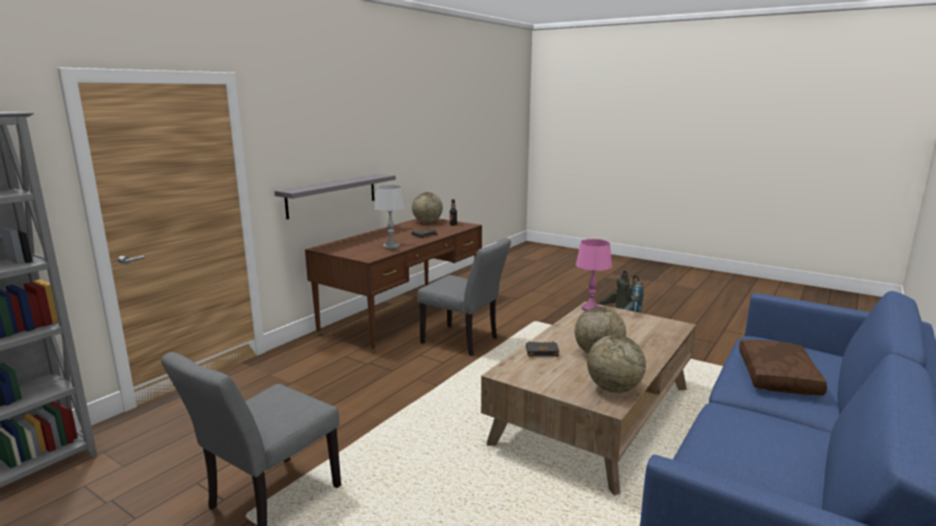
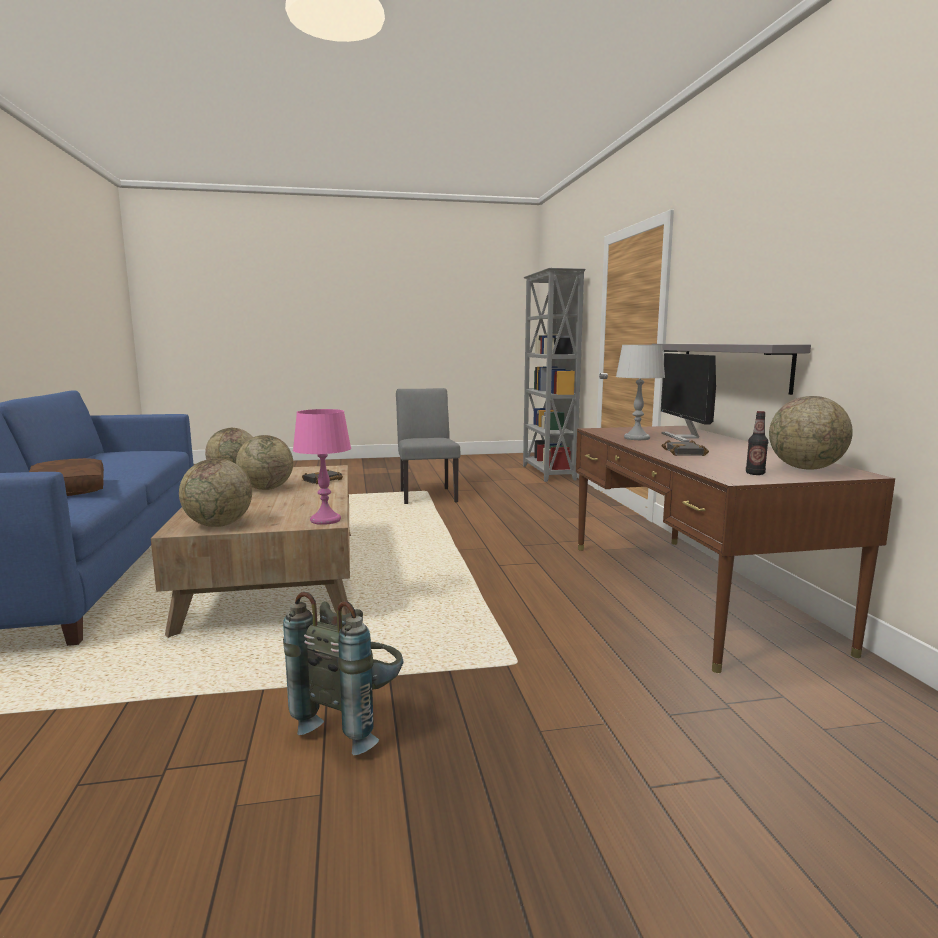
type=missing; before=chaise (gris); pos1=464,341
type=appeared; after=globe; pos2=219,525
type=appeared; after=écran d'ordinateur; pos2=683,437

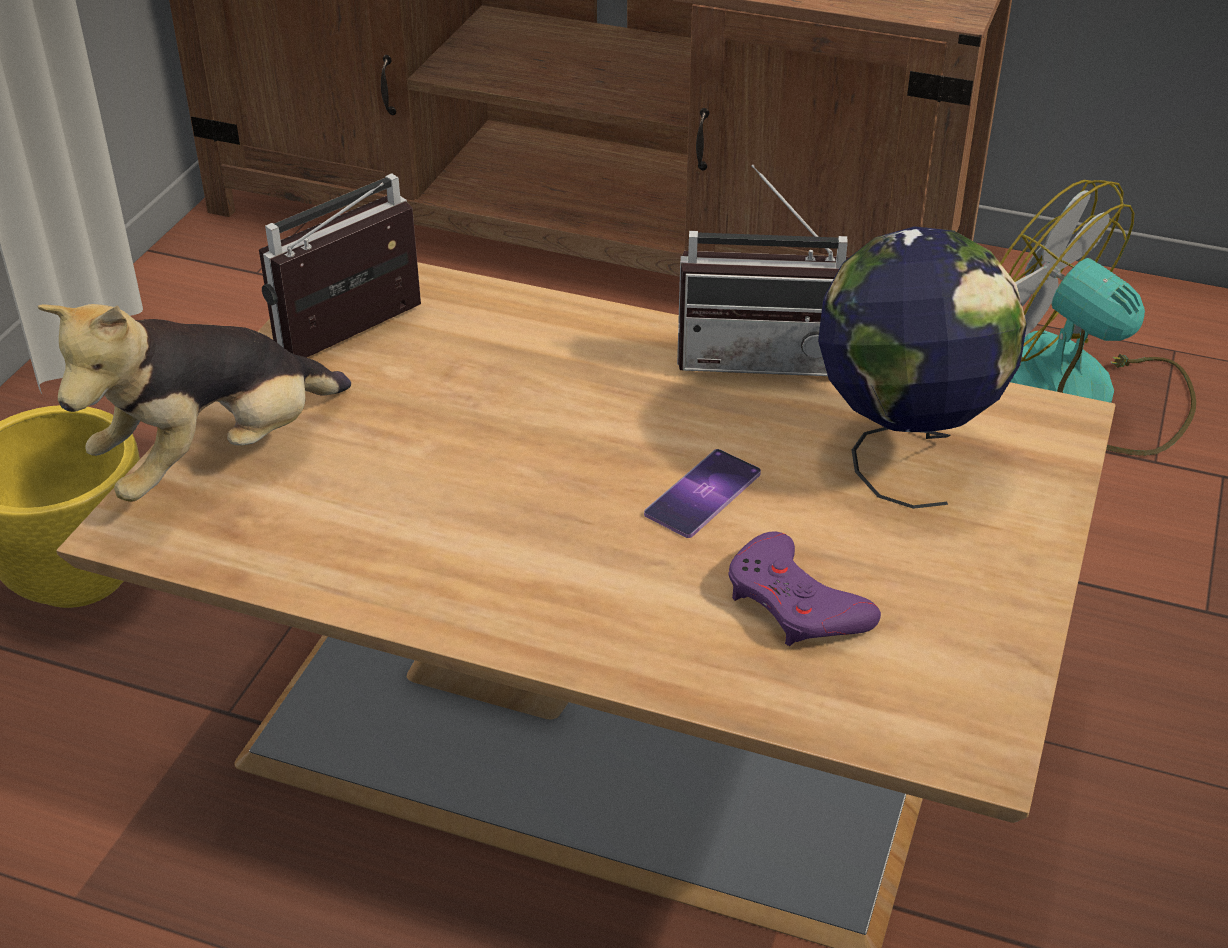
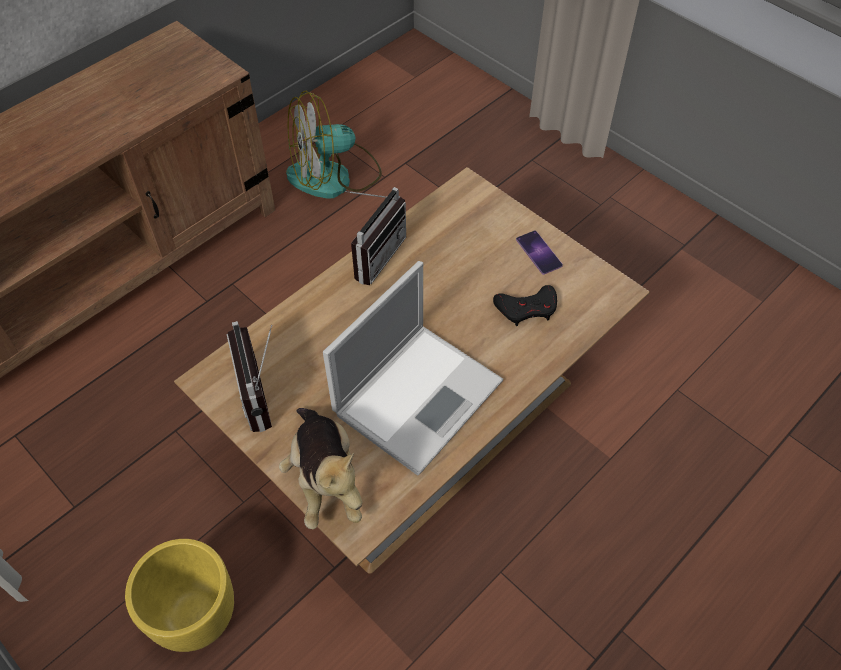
type=relocated; before=téléphone; pos1=703,494; pos2=539,252
type=colour; before=manette (violet); after=manette (noir); pos1=795,603; pos2=527,308
type=missing; before=globe; pos1=902,454
type=appeared; after=ordinateur portable; pos2=419,394

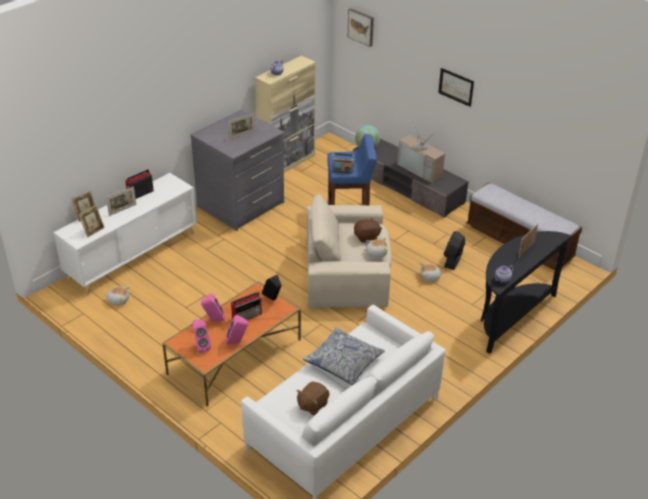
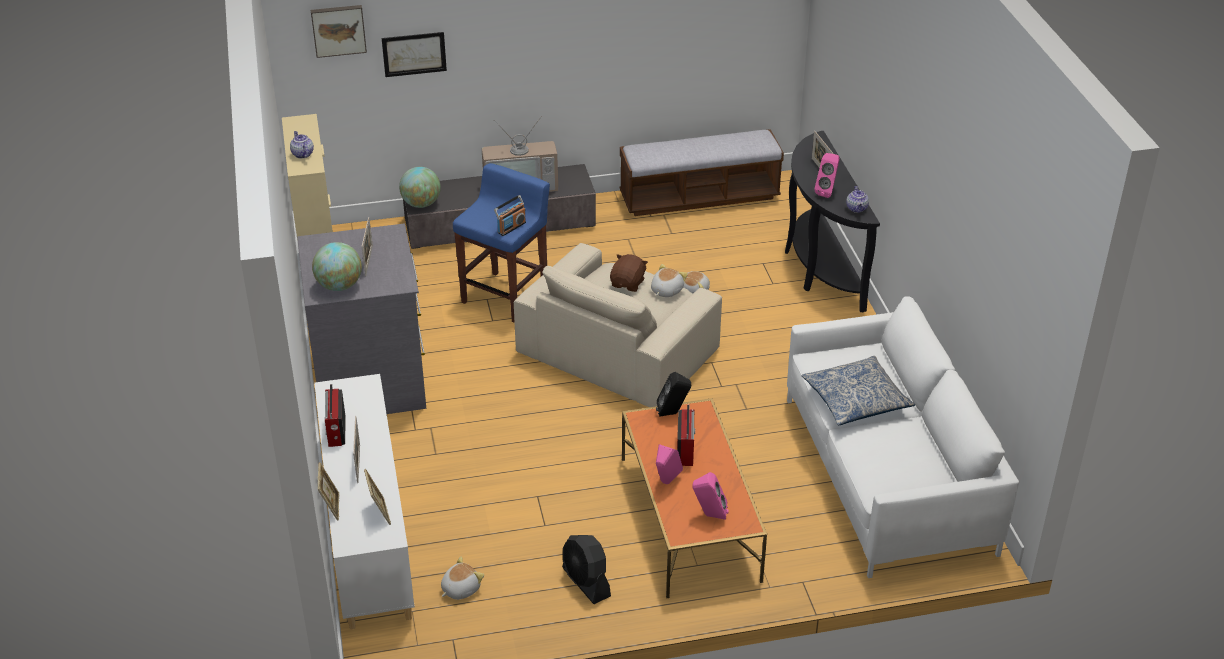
type=relocated; before=enceinte (rose); pos1=237,342; pos2=827,192
type=missing; before=peluche (marron); pos1=312,405
type=relocated; before=tableau; pos1=456,87; pos2=414,54
type=relocated; before=ventilateur (noir); pos1=453,259; pos2=586,582
type=appeared; after=globe; pos2=339,286

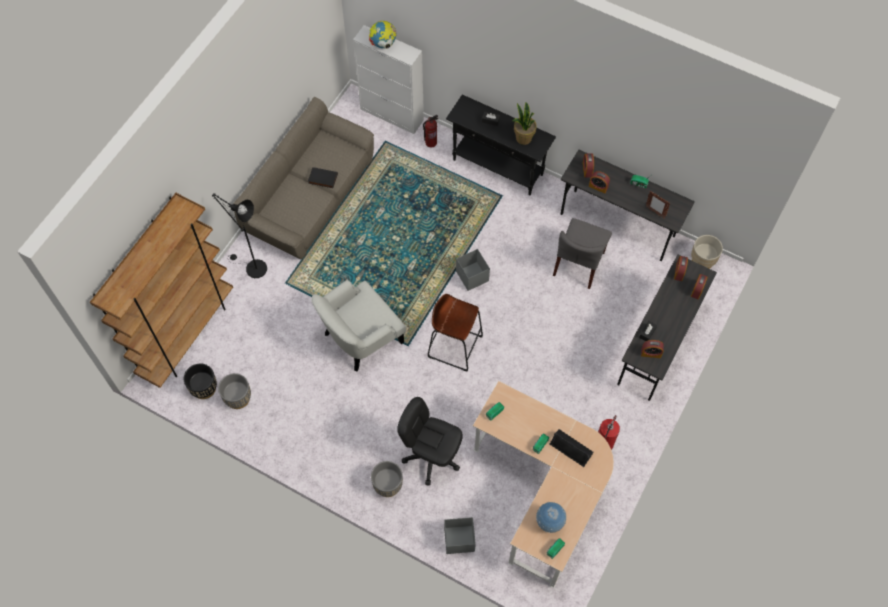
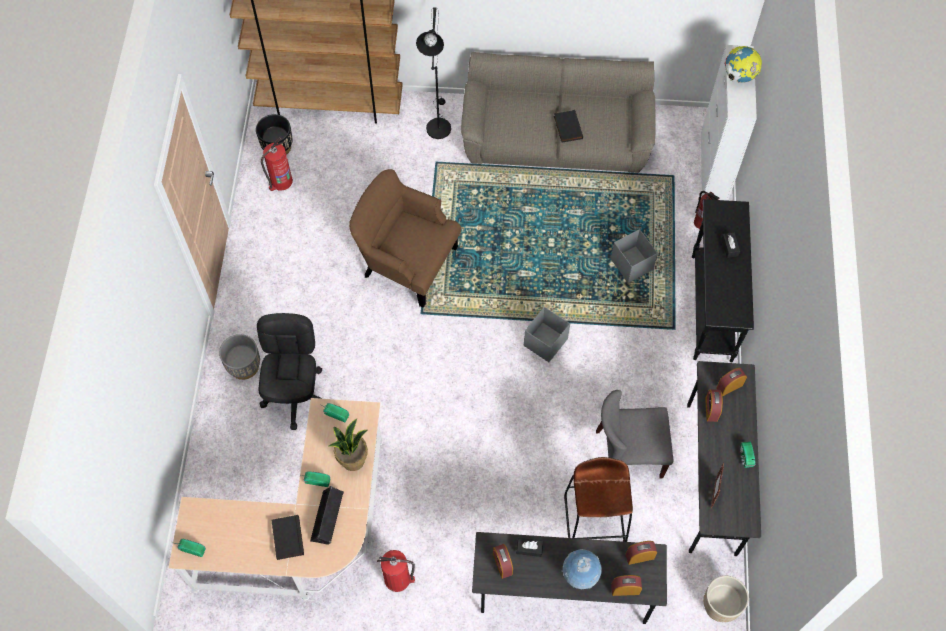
type=exchanged; before=cache-pot (gris); after=extincteur; pos1=238,398; pos2=280,181
type=colour; before=fauteuil (blanc); after=fauteuil (marron); pos1=360,338; pos2=407,263
type=relocated; before=tabouret (marron); pos1=455,346; pos2=595,520
type=relocated; before=boîte de rangement (gris); pos1=458,539; pos2=631,264
type=relocated; before=plante en pot; pos1=523,138; pos2=353,459
type=relocated; before=globe; pos1=549,522; pos2=580,575
type=appeared; after=livre (noir); pos2=287,538

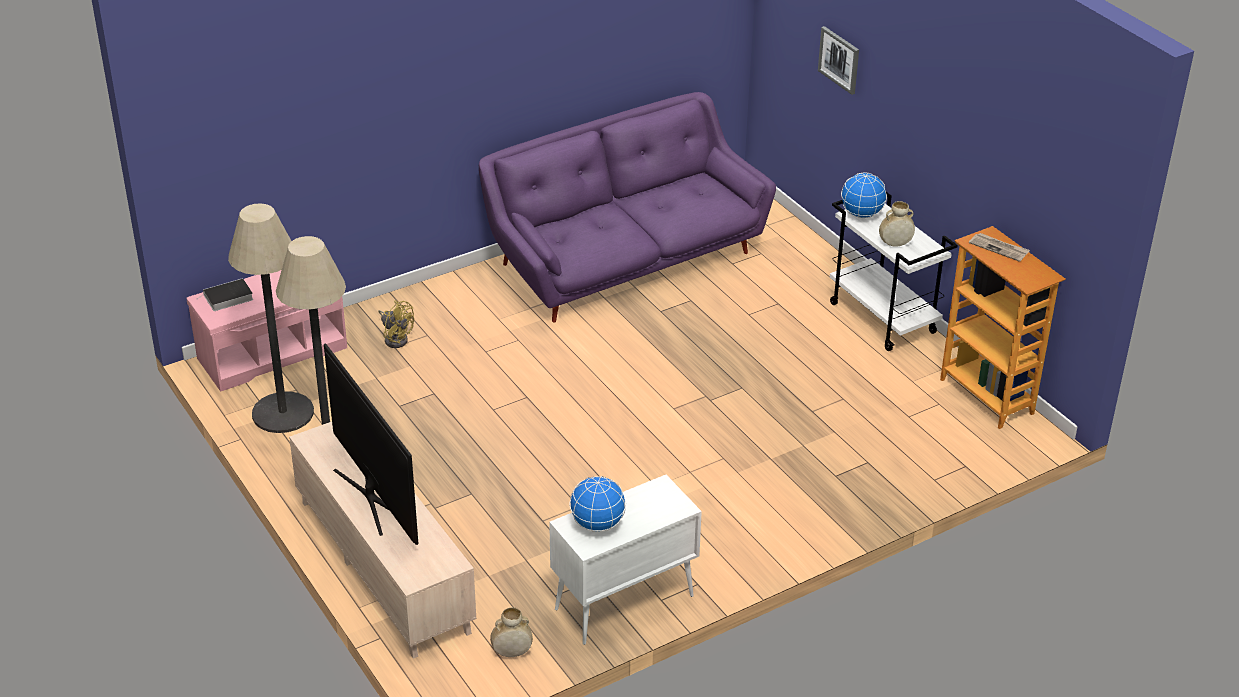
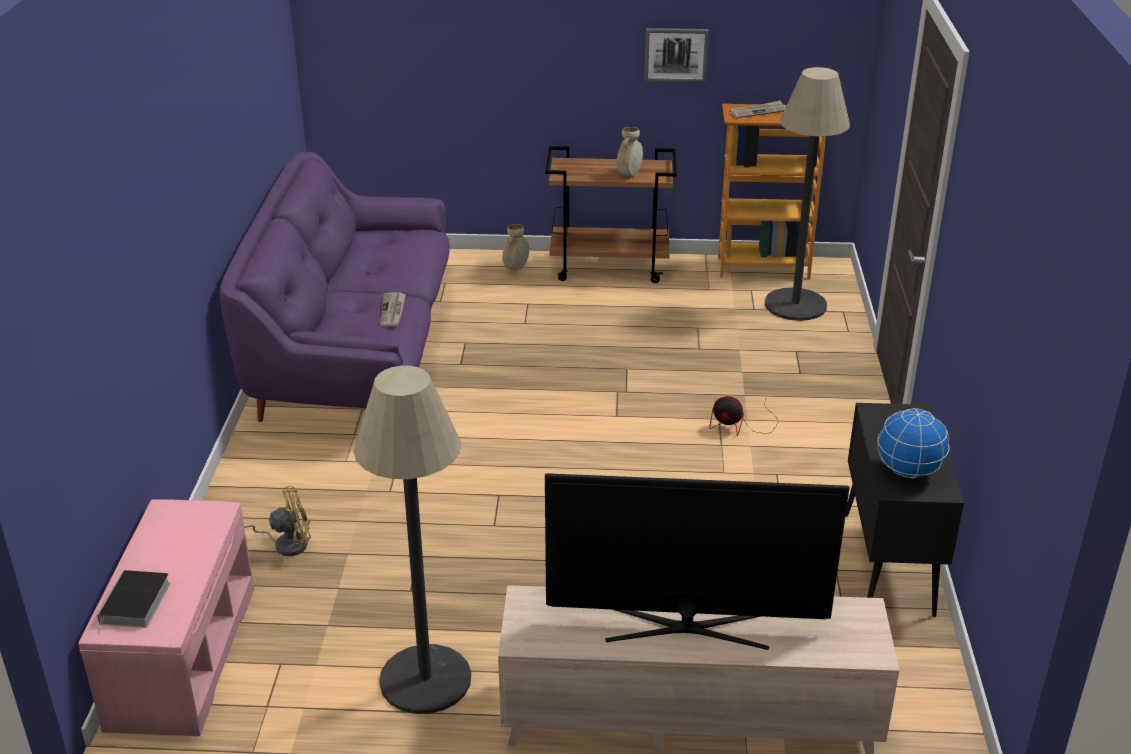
type=relocated; before=lampadaire; pos1=283,413; pos2=795,305
type=relocated; before=vase (beige); pos1=512,653; pos2=516,268
type=colour; before=meuble de rangement (blanc); after=meuble de rangement (noir); pos1=623,603; pos2=888,564
type=relocated; before=tableau; pos1=839,59; pos2=676,54
type=colour; before=chariot (blanc); after=chariot (marron); pos1=883,318; pos2=610,267
type=missing; before=globe; pos1=862,214
type=appeared; after=journal; pos2=393,311
type=appeared; after=ventilateur; pos2=741,425

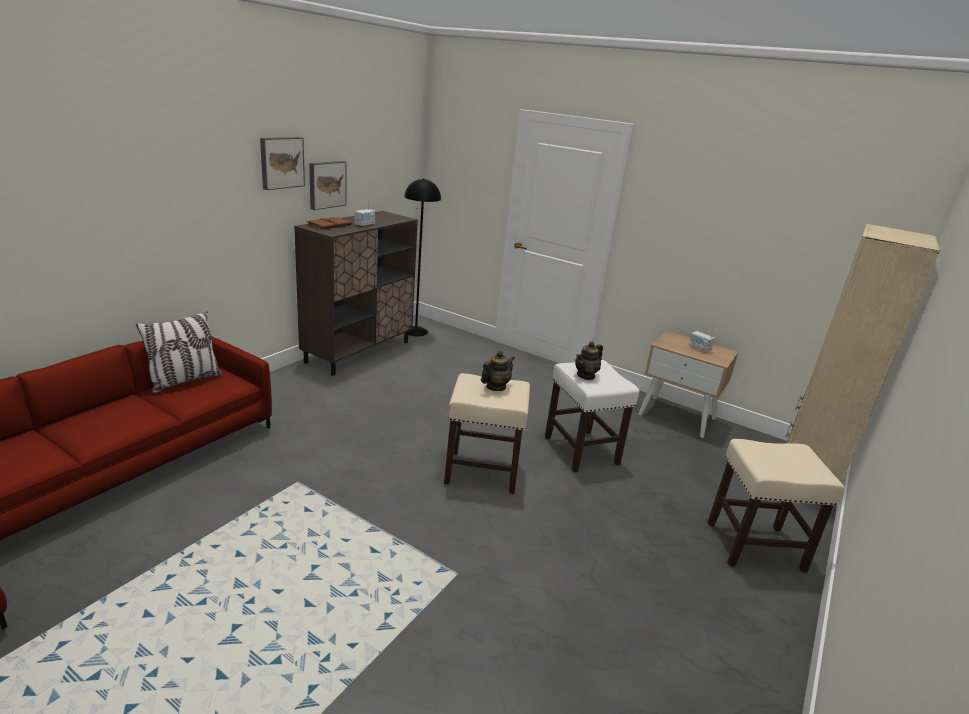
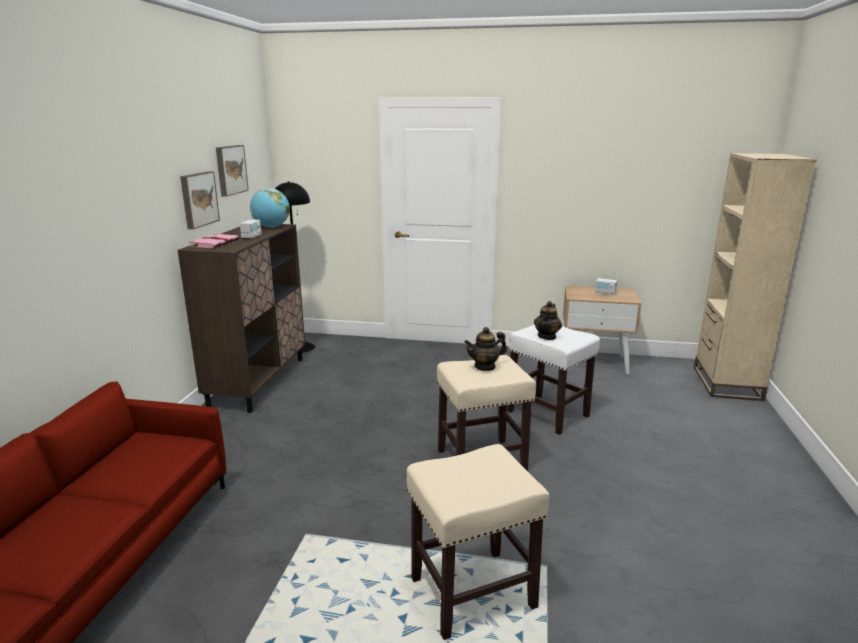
type=missing; before=coussin; pos1=185,381
type=relocated; before=tableau; pos1=281,162; pos2=230,170
type=colour; before=livre (marron); after=livre (rose); pos1=329,225; pos2=215,243
type=spun; before=théière; pos1=495,387; pos2=485,366; turn=-135
type=relocated; before=tabouret (beige); pos1=753,546; pos2=471,592
type=appeared; after=globe; pos2=271,227

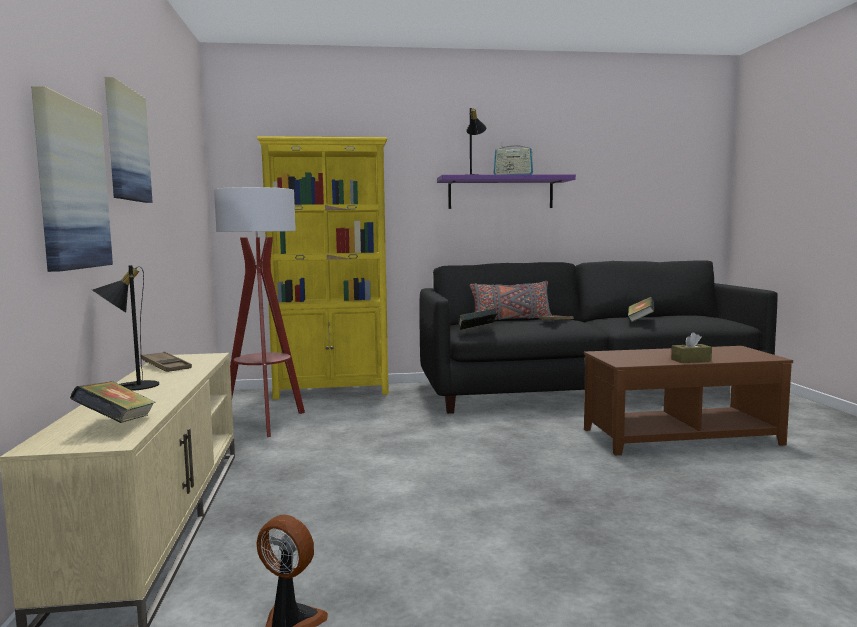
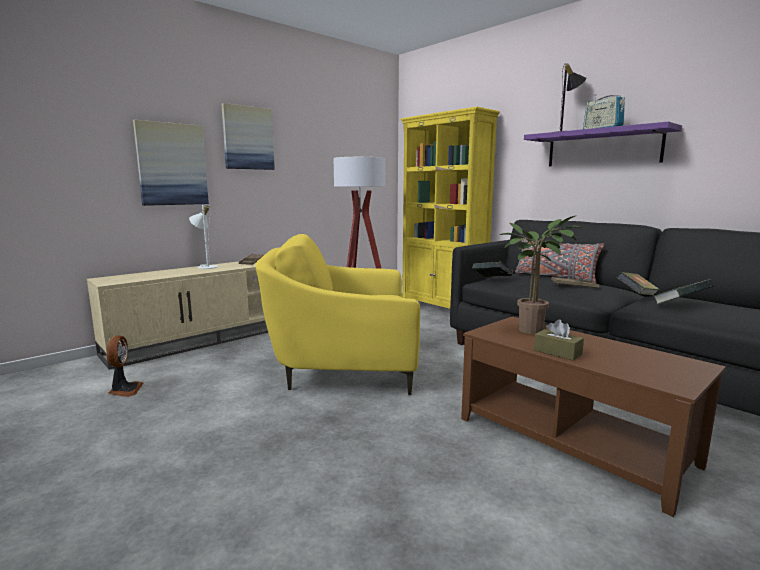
type=relocated; before=livre; pos1=117,425; pos2=636,296
type=colour; before=lampe de table (noir); after=lampe de table (blanc); pos1=130,386; pos2=206,266
type=appeared; after=fauteuil (jaune); pos2=342,368
type=appeared; after=plante en pot; pos2=534,329

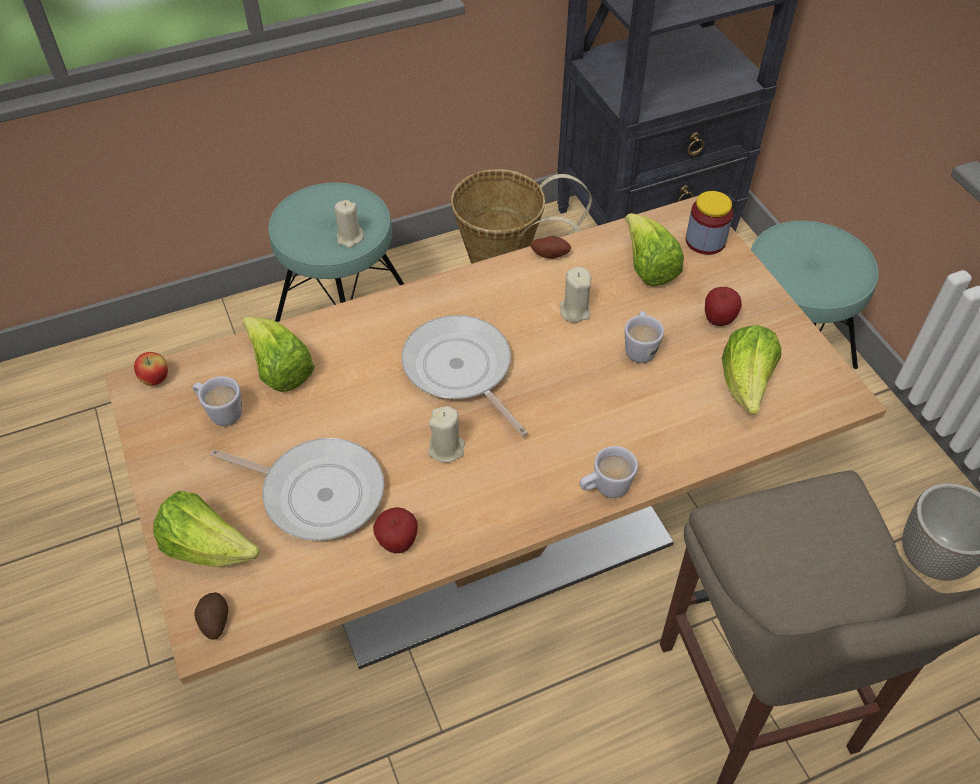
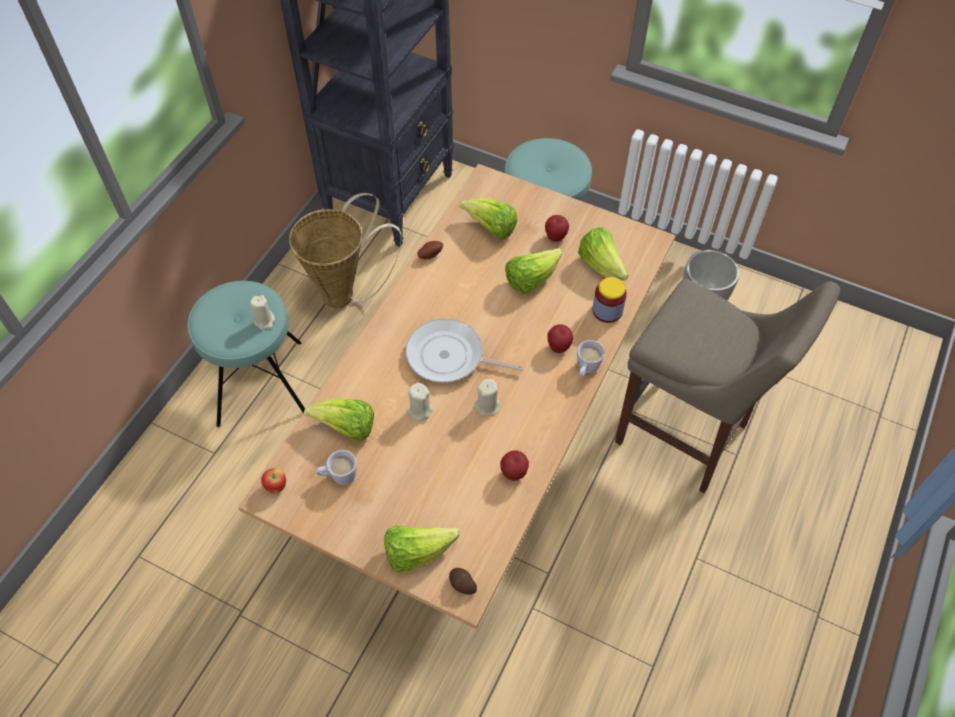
type=missing; before=poêle; pos1=317,492
type=relocated; before=bougie (beige); pos1=574,311; pos2=419,410
type=exchanged; before=mug (blanc); after=laitue; pos1=640,348; pos2=531,280
type=relocated; before=bocal; pos1=705,241; pos2=607,310
type=appeared; after=pomme; pos2=559,347

